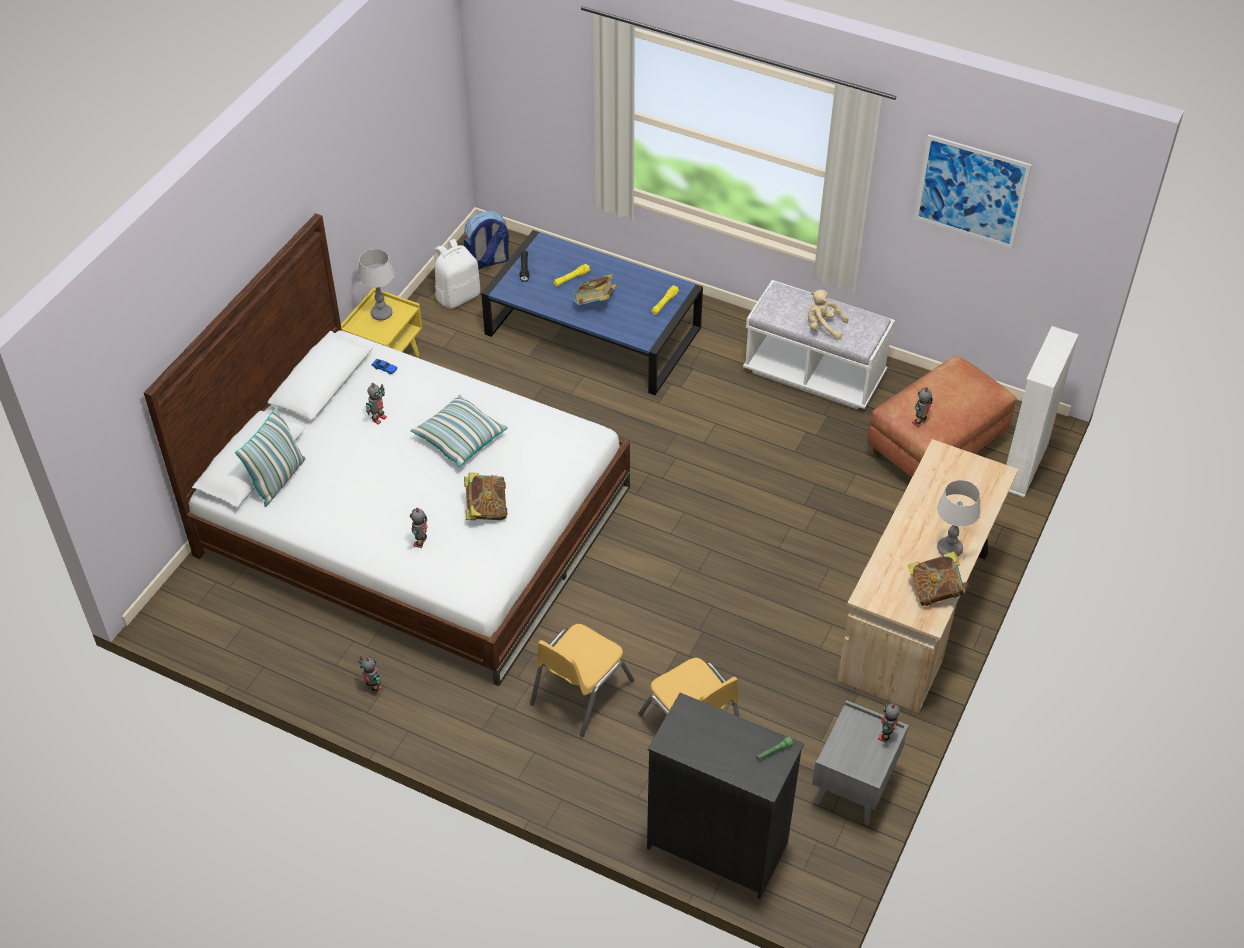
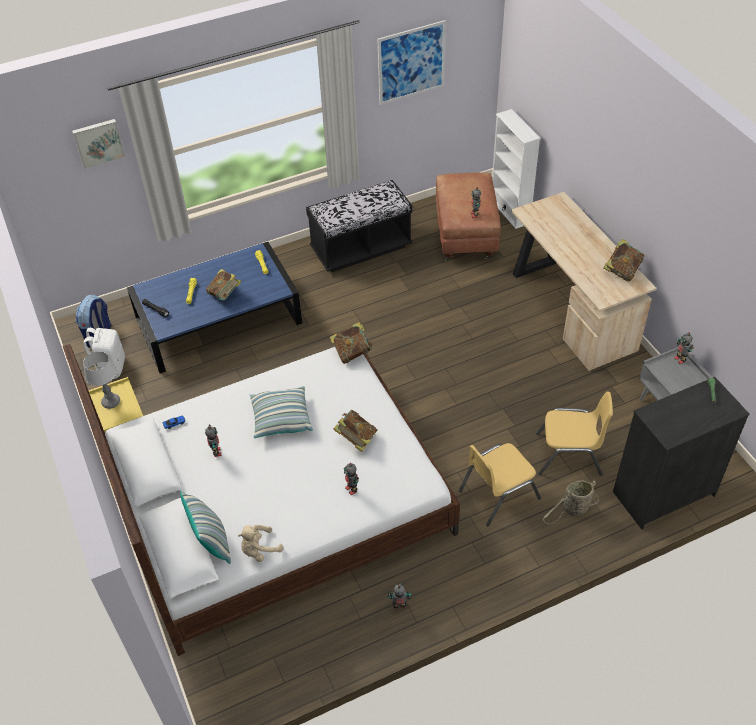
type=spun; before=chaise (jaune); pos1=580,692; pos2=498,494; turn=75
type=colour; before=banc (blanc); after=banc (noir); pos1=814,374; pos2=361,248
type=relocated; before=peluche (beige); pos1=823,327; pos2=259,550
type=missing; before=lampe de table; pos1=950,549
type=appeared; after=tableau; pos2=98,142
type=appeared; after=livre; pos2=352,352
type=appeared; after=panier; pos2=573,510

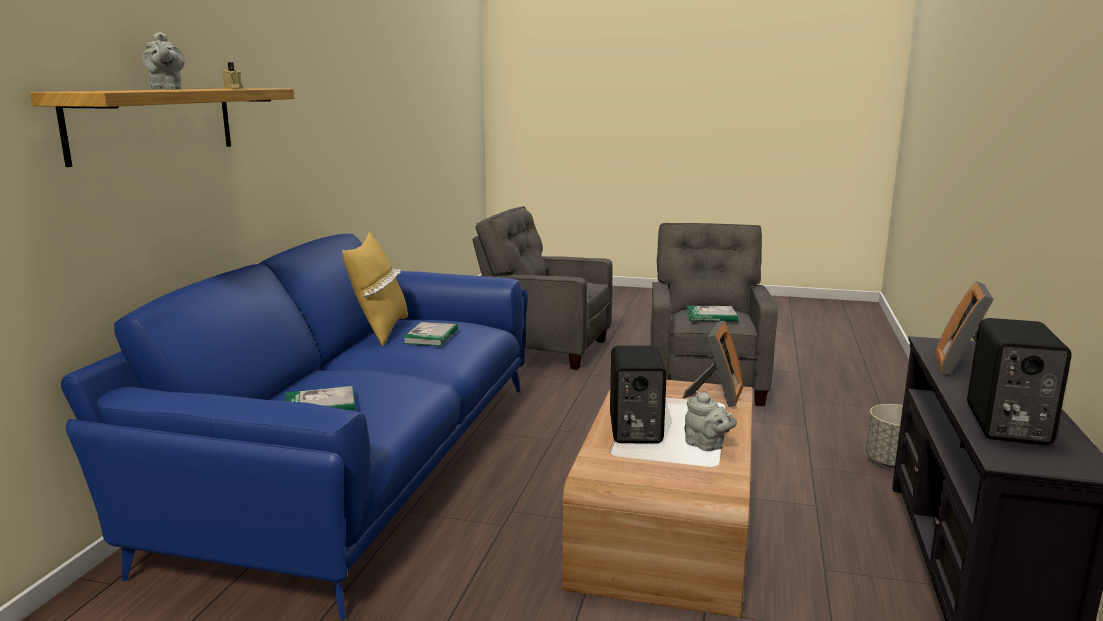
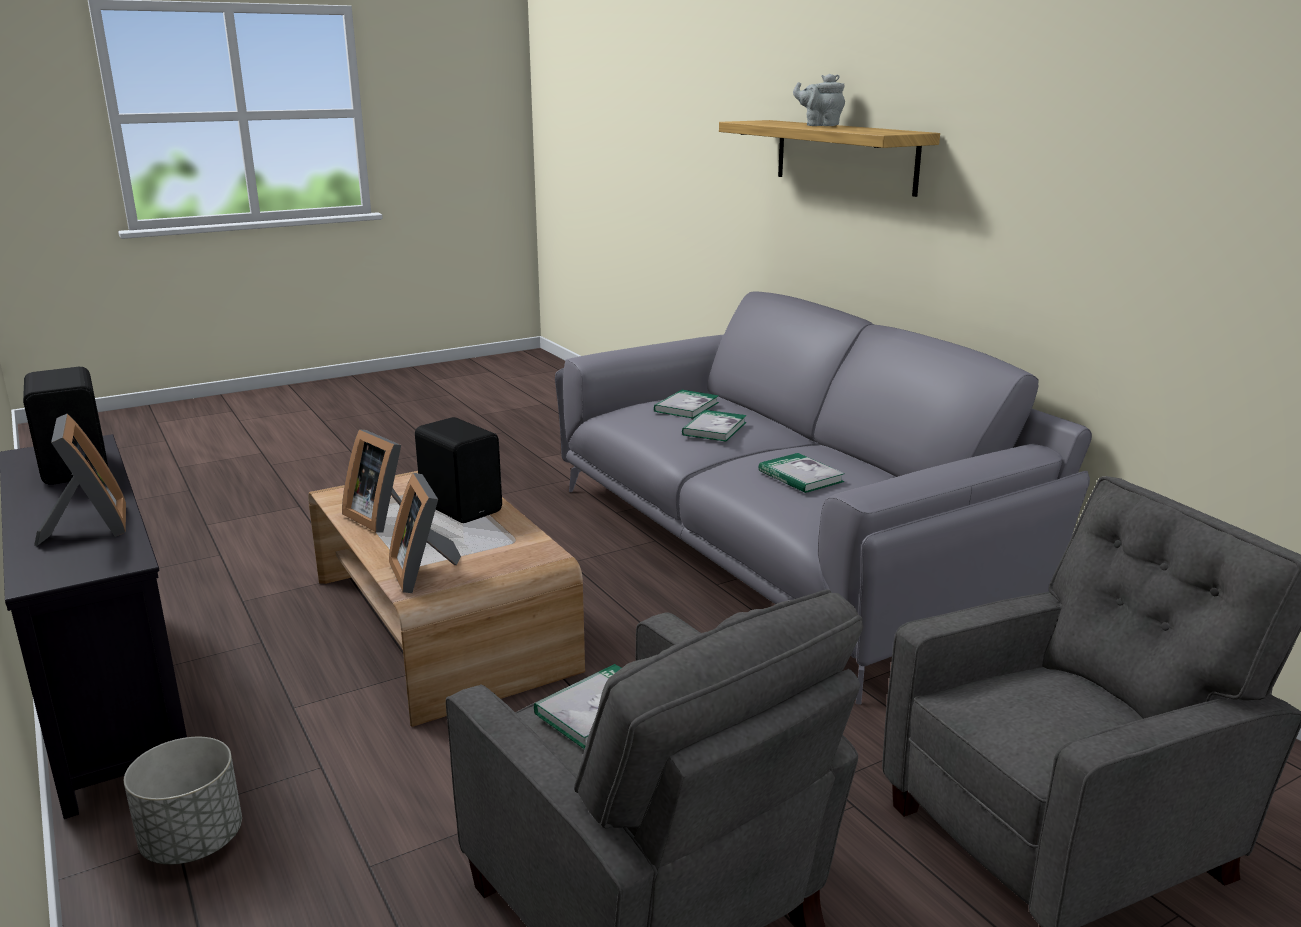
type=colour; before=canapé (bleu); after=canapé (gris); pos1=359,462; pos2=781,550
type=missing; before=bougie (beige); pos1=233,88
type=missing; before=coussin (jaune); pos1=380,331
type=exchanged; before=théière (gris); after=cadre photo; pos1=706,446; pos2=380,517
type=appeared; after=livre; pos2=714,428

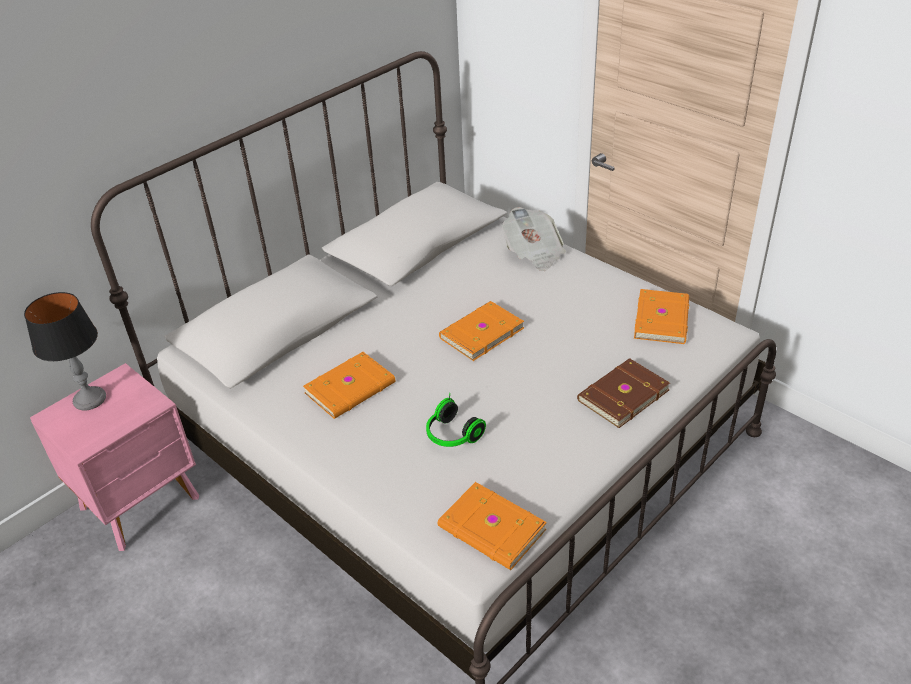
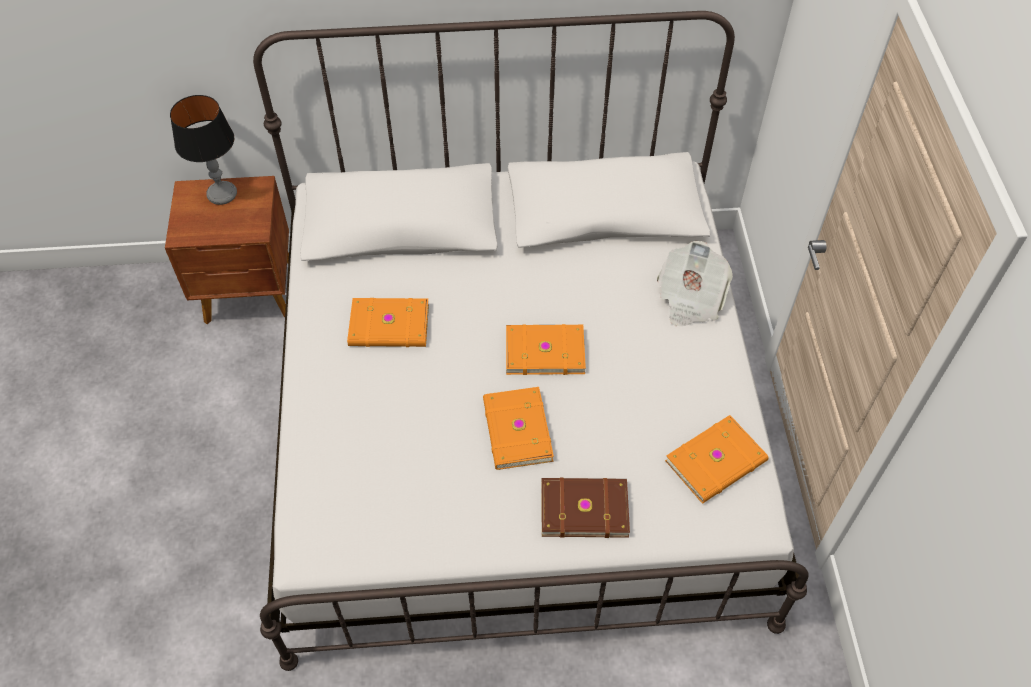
type=colour; before=table de chevet (rose); after=table de chevet (marron); pos1=142,503; pos2=251,293
type=missing; before=casque audio; pos1=451,435
type=relocated; before=livre (orange); pos1=491,530; pos2=516,431

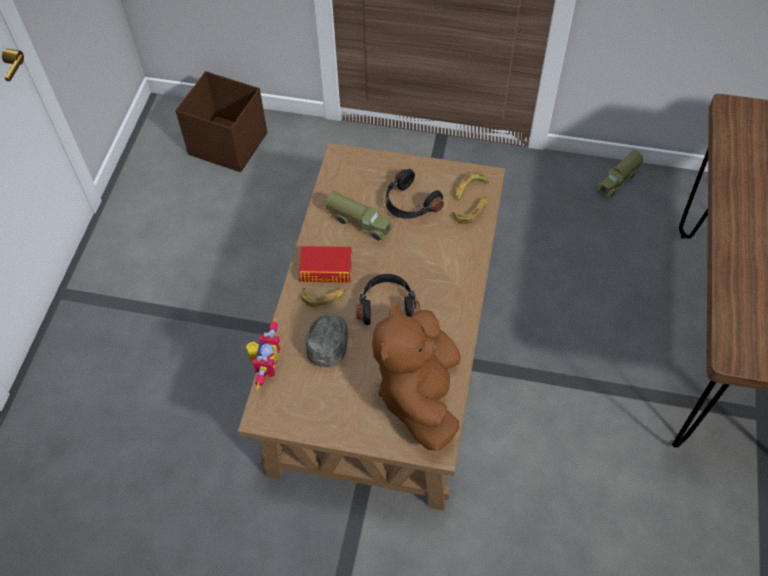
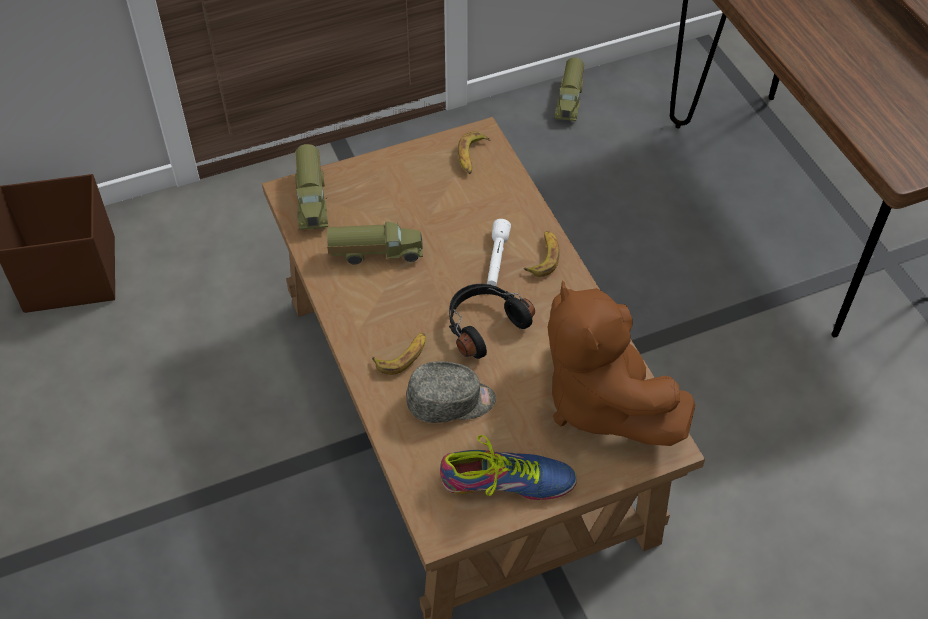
type=missing; before=robot jouet; pos1=265,365
type=missing; before=livre; pos1=326,268
type=spun; before=casquette (gris); pos1=329,342; pos2=451,402; turn=105
type=missing; before=casque audio (noir); pos1=409,204
type=relocated; before=banane; pos1=472,212; pos2=543,257
type=appeared; after=camion jouet; pos2=313,200
type=appeared; after=chaussure; pos2=506,481
type=appeared; after=lampe de poche (blanc); pos2=496,259

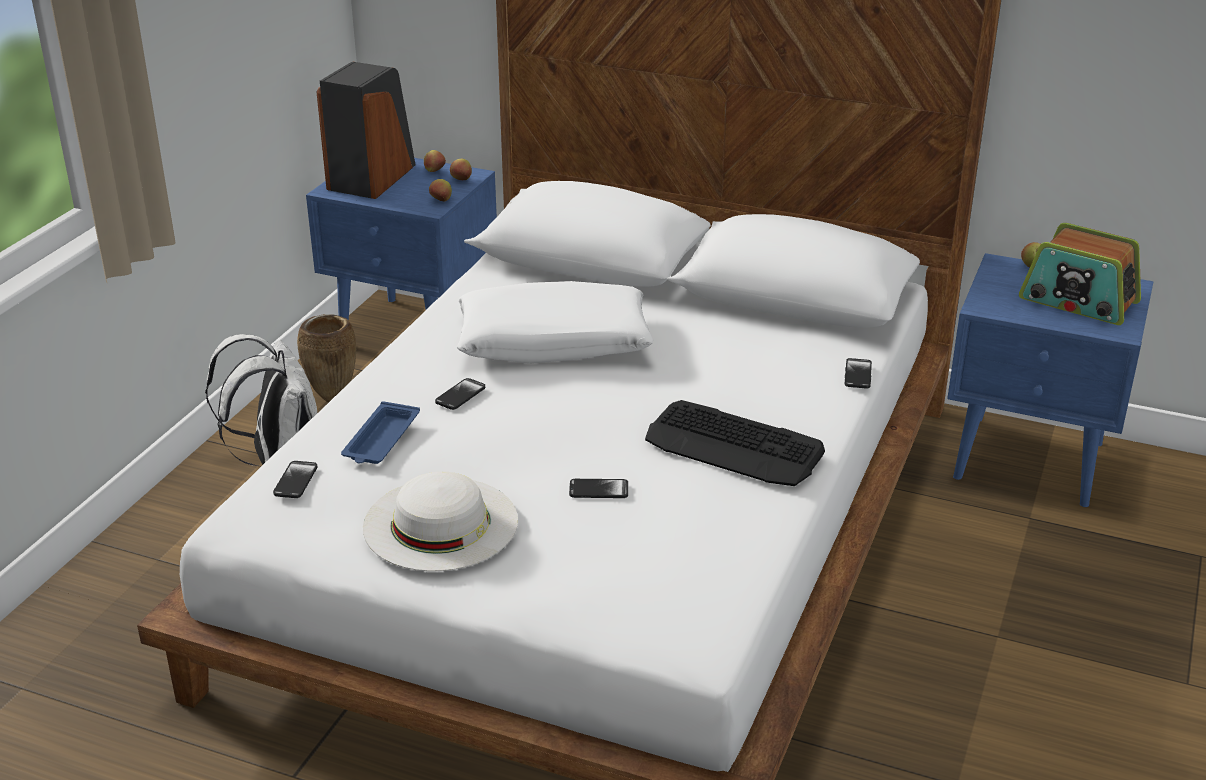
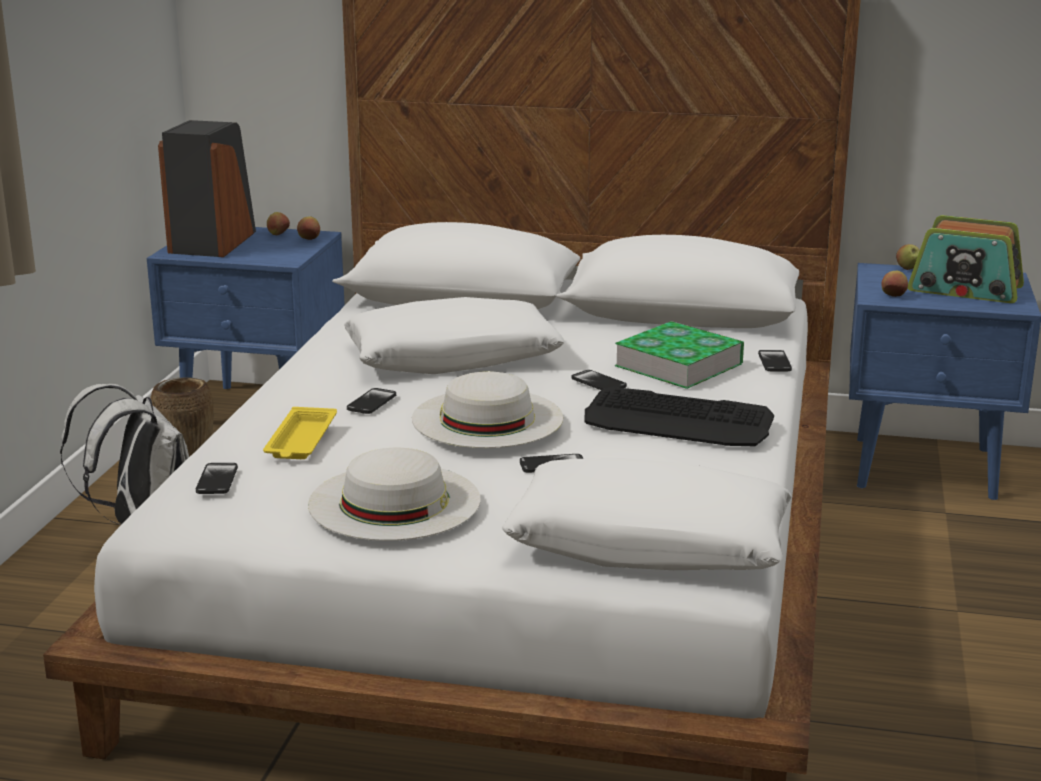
type=colour; before=plateau (bleu); after=plateau (jaune); pos1=381,440; pos2=301,441
type=relocated; before=pomme; pos1=441,201; pos2=893,296
type=appeared; after=chapeau (blanc); pos2=487,418
type=appeared; after=coussin (blanc); pos2=649,543
type=appeared; after=téléphone; pos2=598,383
type=appeared; after=livre; pos2=678,364

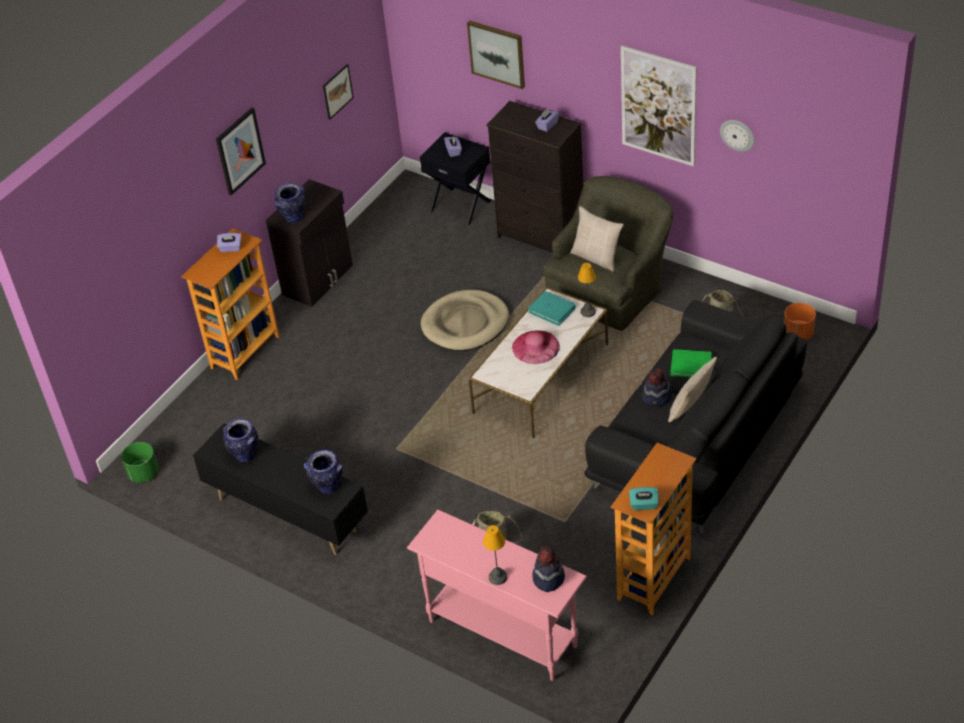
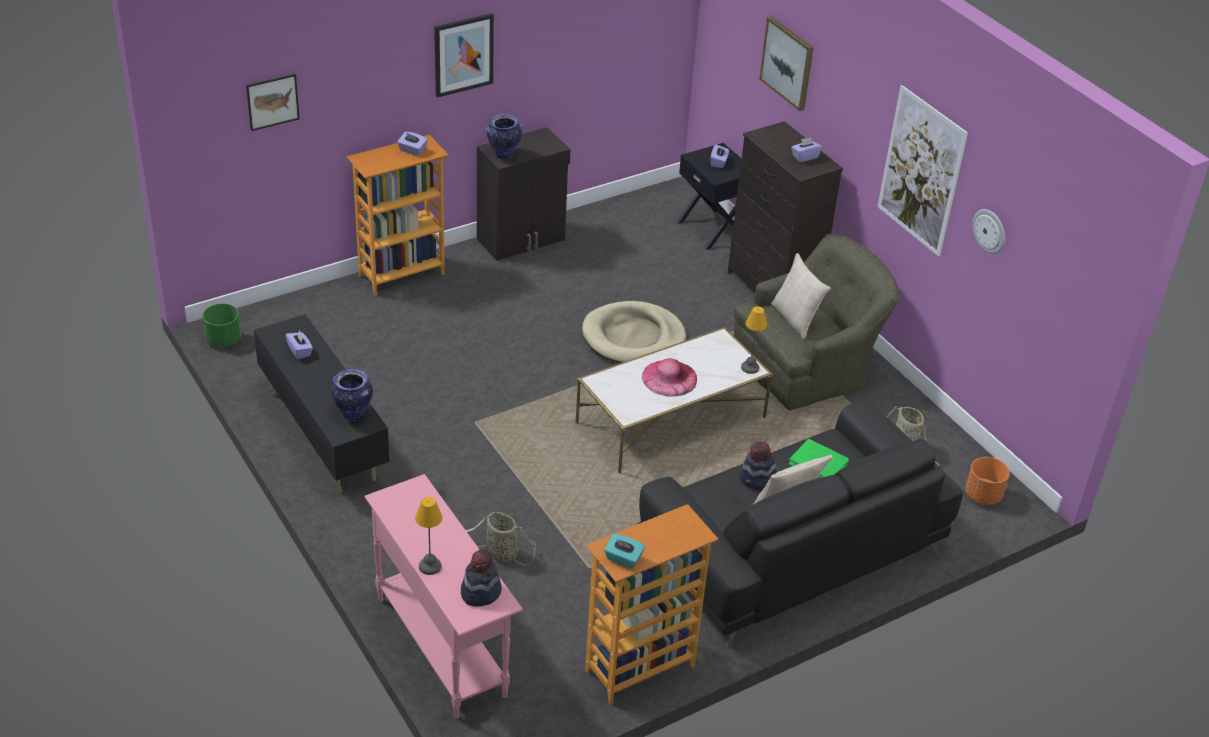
type=exchanged; before=vase; after=boîte à mouchoirs (violet); pos1=245,456; pos2=300,351
type=relocated; before=tableau; pos1=337,91; pos2=272,101
type=missing; before=livre (turquoise); pos1=552,310

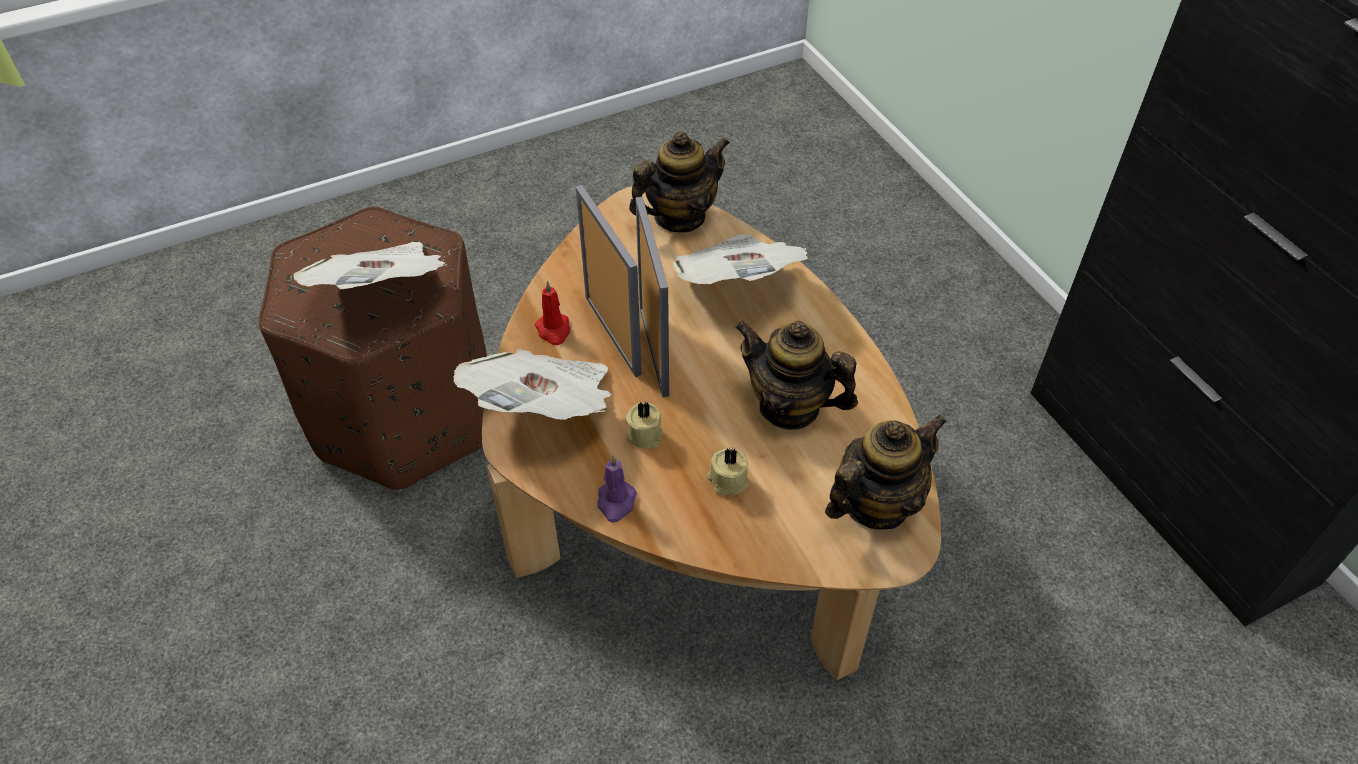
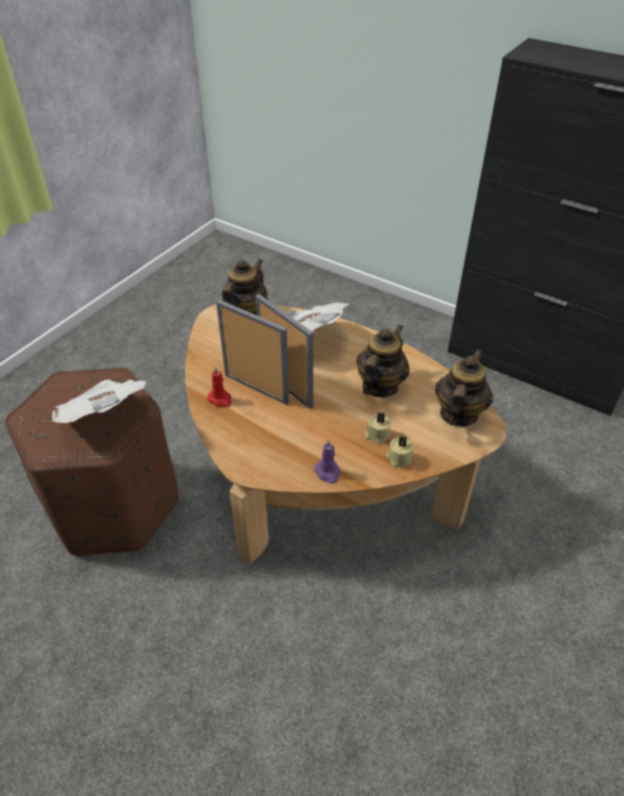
type=missing; before=journal; pos1=545,408
type=relocated; before=bougie (beige); pos1=644,434; pos2=398,458
type=spun; before=théière; pos1=789,407; pos2=379,386; turn=120

